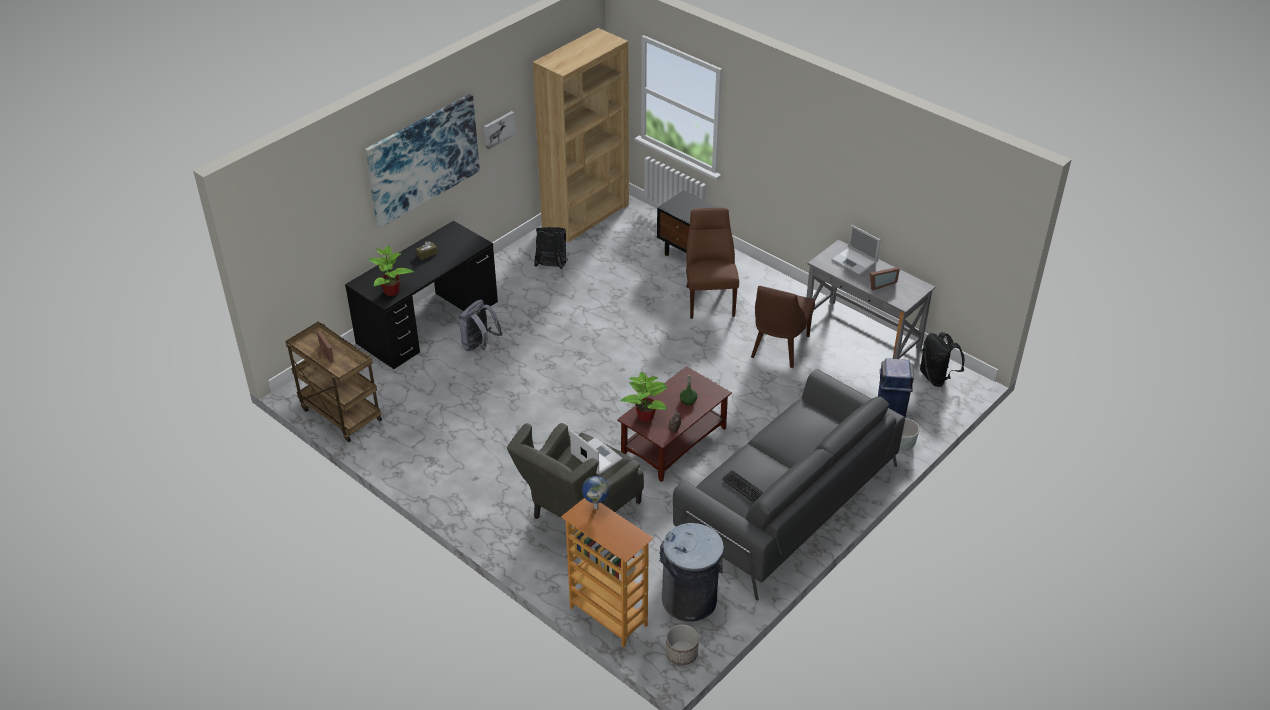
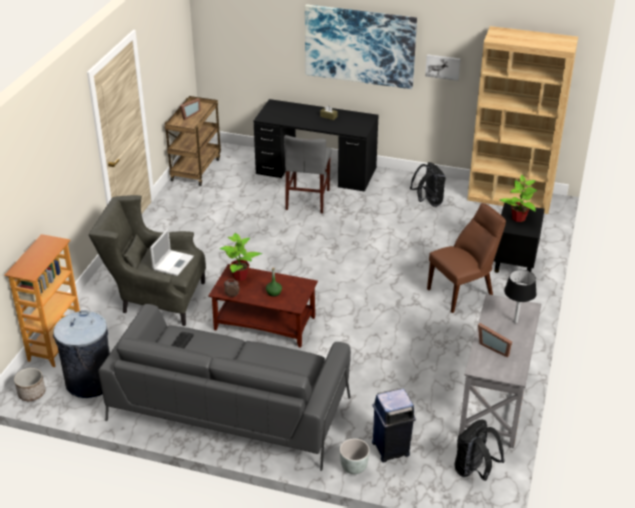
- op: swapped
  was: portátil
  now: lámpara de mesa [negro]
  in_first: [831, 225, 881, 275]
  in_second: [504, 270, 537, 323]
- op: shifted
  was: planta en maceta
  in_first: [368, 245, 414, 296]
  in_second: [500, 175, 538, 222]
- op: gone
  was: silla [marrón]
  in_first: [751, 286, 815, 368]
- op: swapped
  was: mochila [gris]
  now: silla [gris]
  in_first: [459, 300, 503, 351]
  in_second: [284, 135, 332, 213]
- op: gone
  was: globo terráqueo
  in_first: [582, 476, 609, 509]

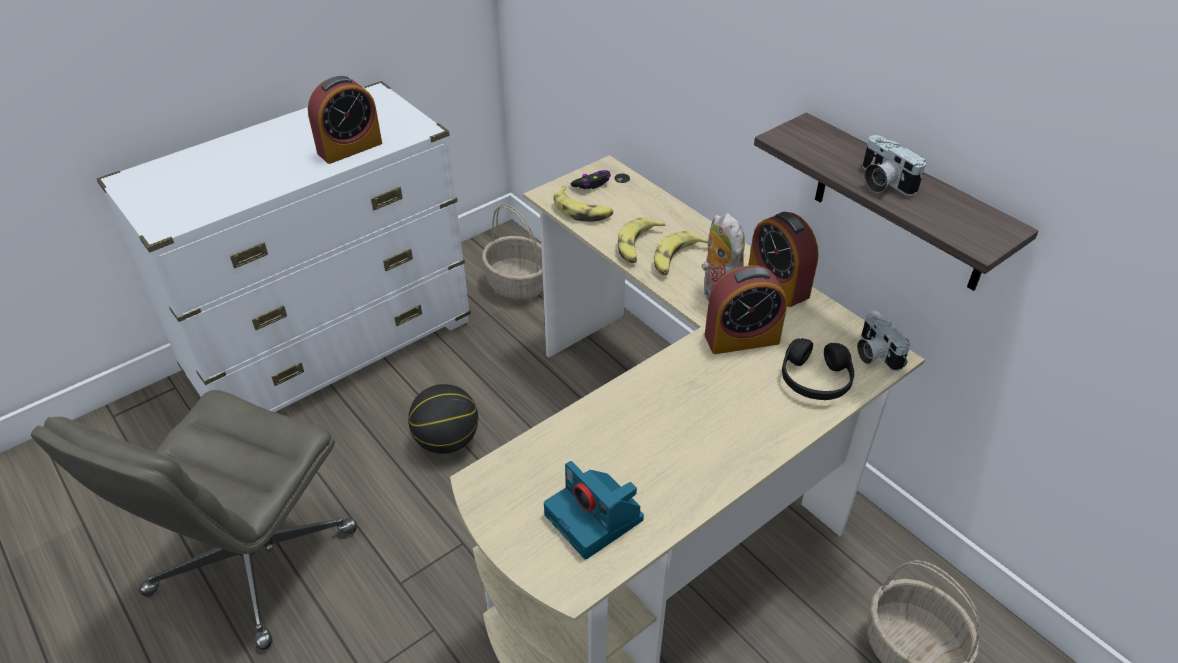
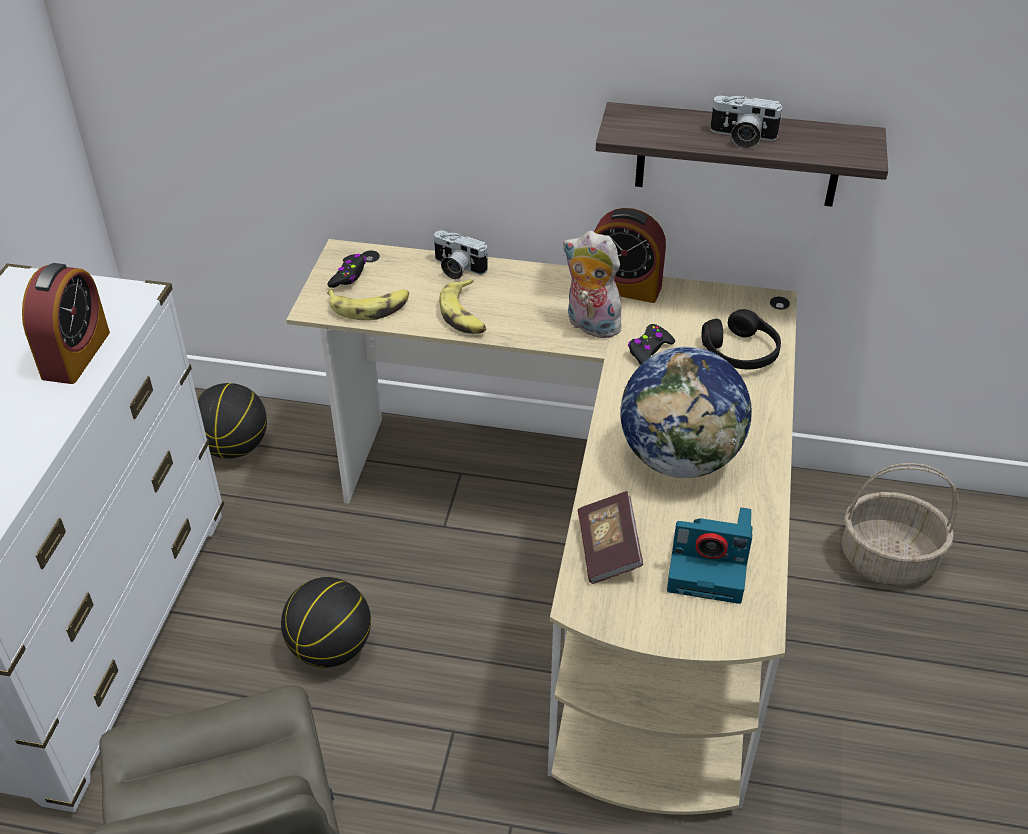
- op: swapped
  was: cesta
  now: balón de baloncesto
  in_first: [482, 204, 543, 300]
  in_second: [197, 383, 267, 459]
- op: gone
  was: plátano
  in_first: [654, 231, 708, 275]
- op: swapped
  was: despertador
  now: mando de consola [negro]
  in_first: [705, 265, 787, 354]
  in_second: [628, 324, 675, 365]
- op: shifted
  was: cámara
  in_first: [857, 311, 910, 371]
  in_second: [433, 230, 488, 280]
- op: new
  now: globo terráqueo
  in_second: [620, 347, 752, 478]
- op: new
  now: libro
  in_second: [578, 491, 643, 584]

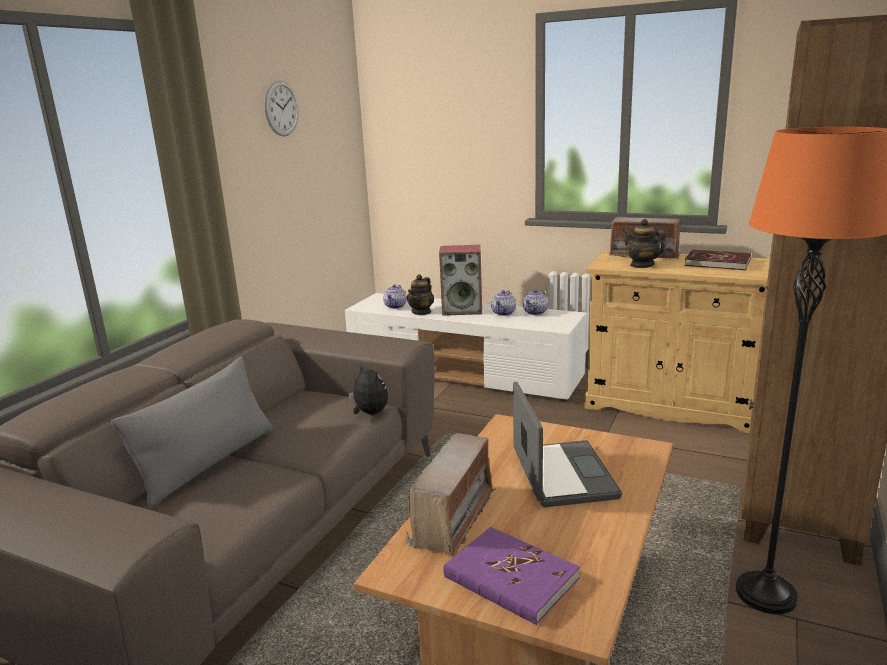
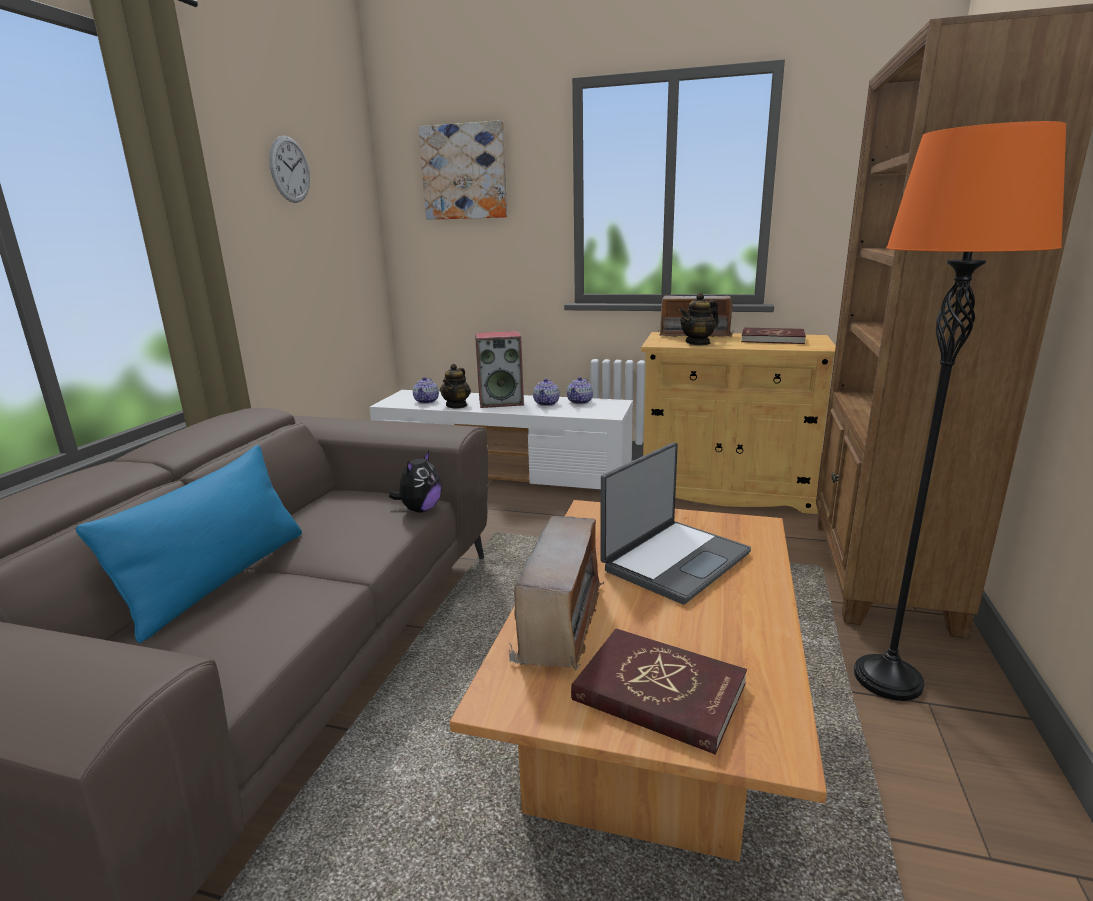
- op: rotated
  was: tetera
  in_first: [623, 219, 666, 268]
  in_second: [679, 293, 718, 345]
  clockwise: -75
- op: repainted
  was: cojín [gris]
  now: cojín [azul]
  in_first: [111, 357, 273, 508]
  in_second: [76, 445, 302, 643]
- op: rotated
  was: peluche
  in_first: [348, 364, 388, 415]
  in_second: [389, 450, 442, 513]
  clockwise: 75
- op: rotated
  was: portátil
  in_first: [513, 382, 622, 507]
  in_second: [600, 442, 751, 604]
  clockwise: 60
- op: repainted
  was: libro [morado]
  now: libro [rojo]
  in_first: [443, 527, 580, 625]
  in_second: [571, 628, 747, 755]
- op: new
  now: cuadro
  in_second: [418, 120, 507, 220]

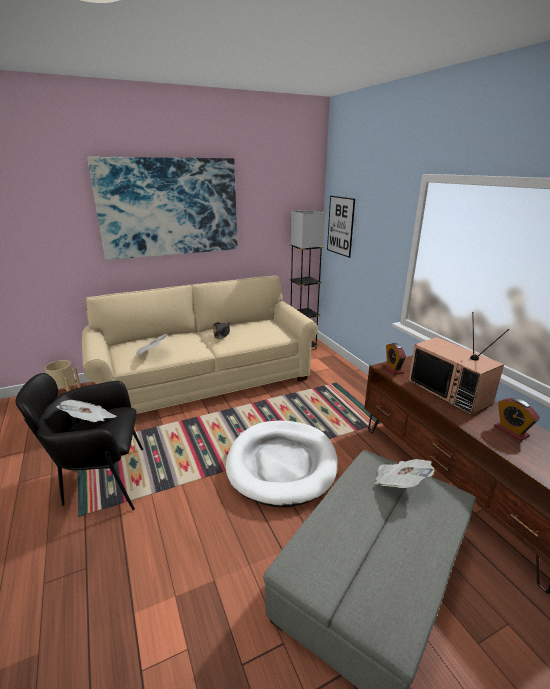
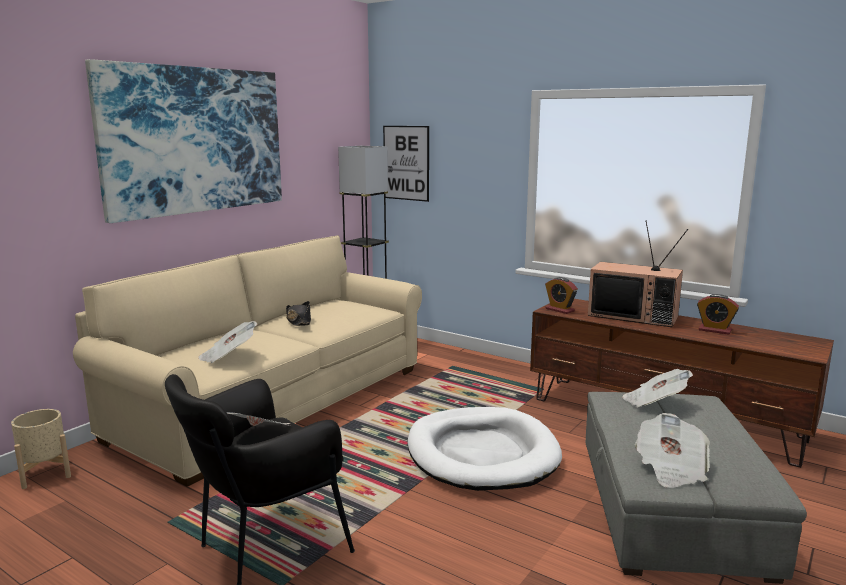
- op: new
  now: periódico
  in_second: [635, 413, 710, 488]

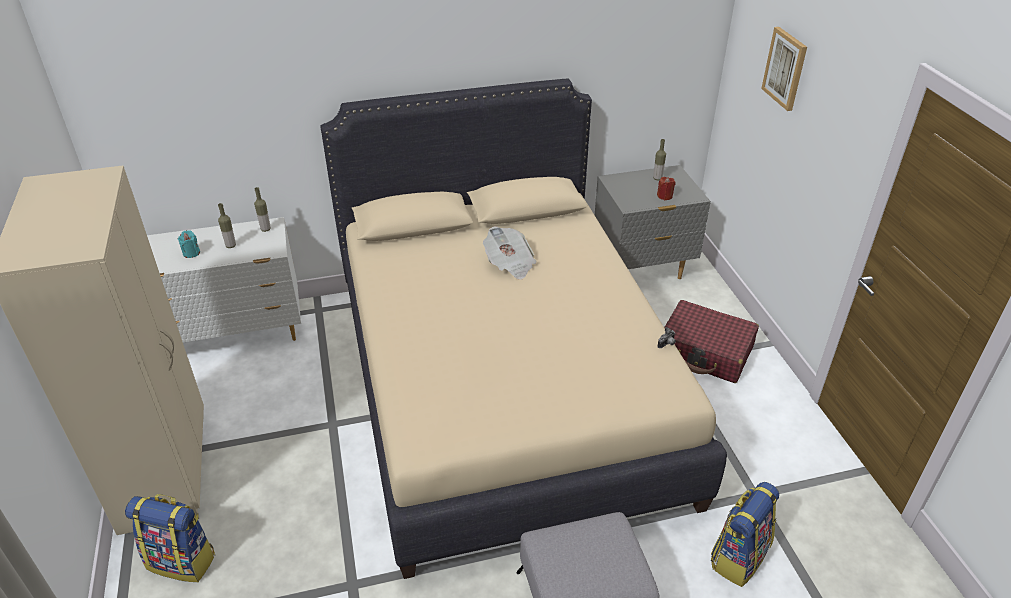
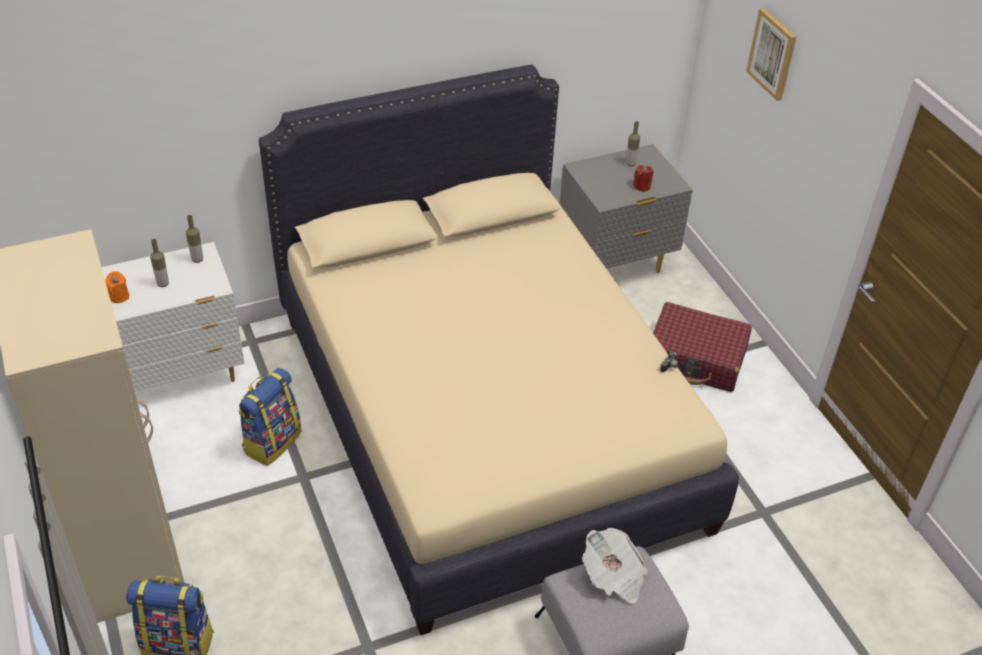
- op: shifted
  was: periódico
  in_first: [483, 226, 537, 279]
  in_second: [582, 528, 648, 604]
- op: repainted
  was: vela [turquesa]
  now: vela [naranja]
  in_first: [178, 230, 200, 258]
  in_second: [105, 271, 129, 303]
- op: shifted
  was: mochila
  in_first: [711, 482, 779, 587]
  in_second: [238, 368, 301, 466]

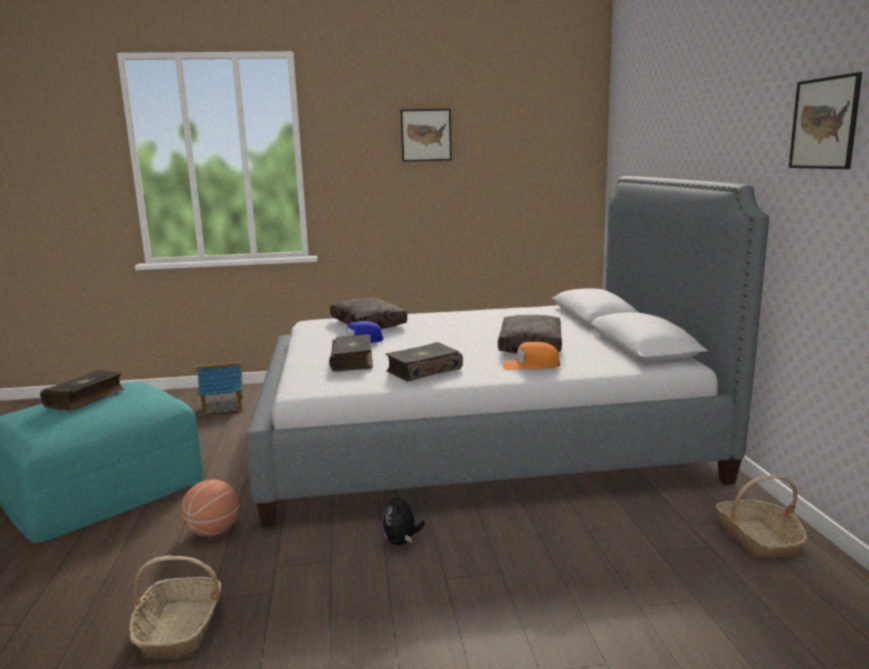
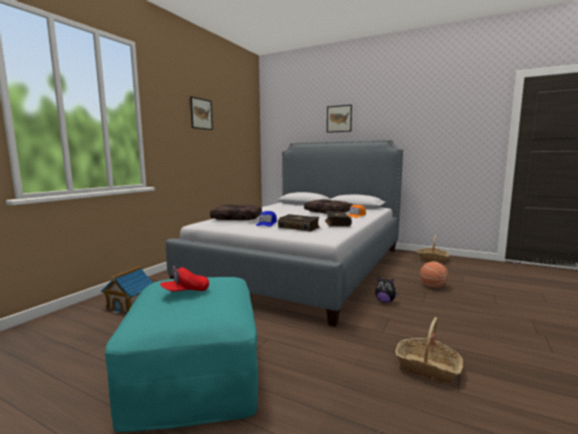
- op: shifted
  was: cuadro
  in_first: [789, 72, 862, 169]
  in_second: [327, 105, 352, 133]
- op: swapped
  was: libro
  now: gorra [rojo]
  in_first: [40, 370, 125, 411]
  in_second: [160, 266, 209, 291]
- op: shifted
  was: balón de baloncesto
  in_first: [181, 480, 239, 537]
  in_second: [420, 262, 448, 288]

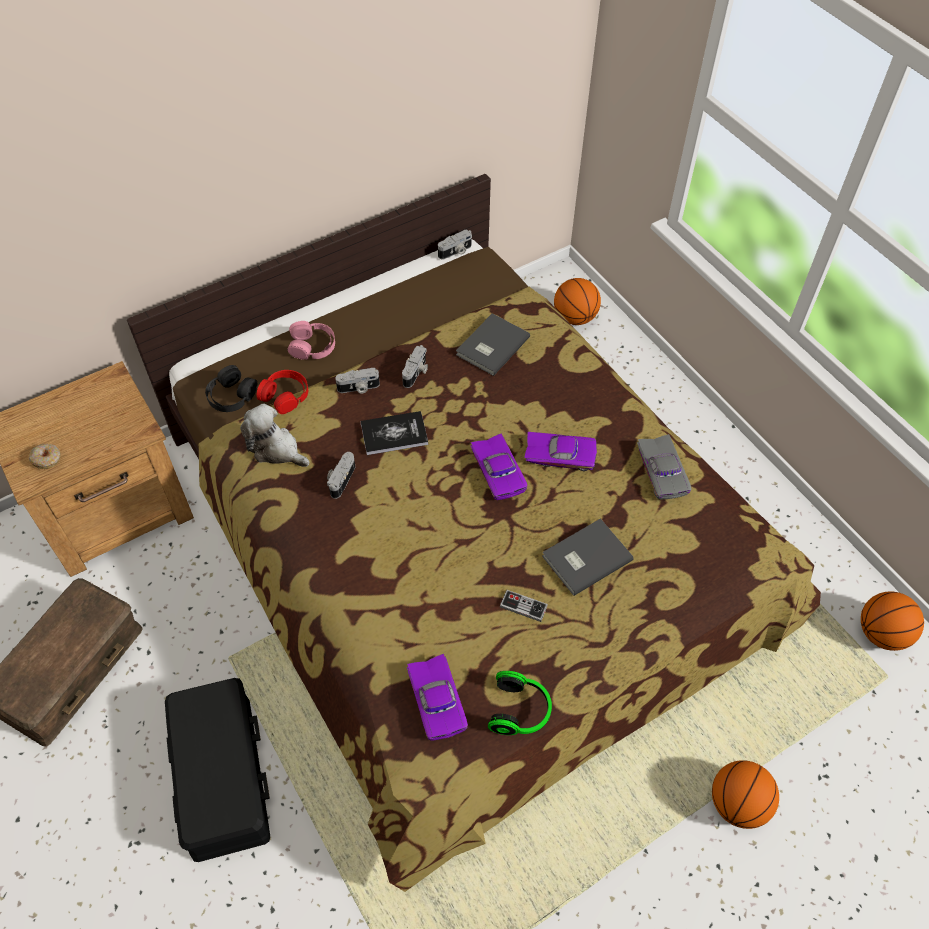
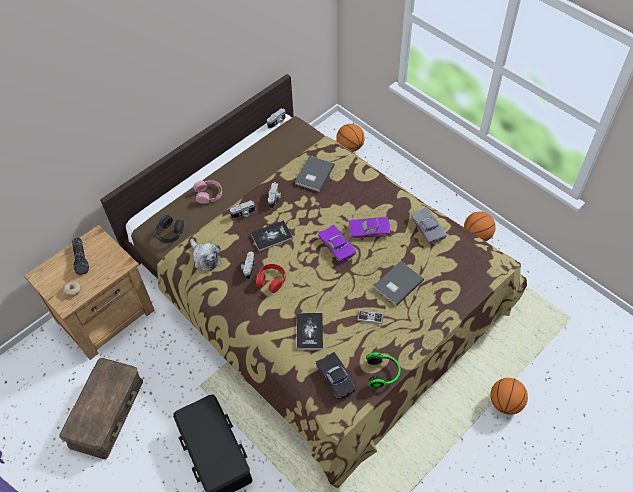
- op: shifted
  was: auriculares [rojo]
  in_first: [257, 370, 308, 414]
  in_second: [256, 264, 286, 293]
- op: rotated
  was: peluche
  in_first: [240, 404, 310, 467]
  in_second: [190, 239, 221, 271]
  clockwise: -150
- op: shifted
  was: balón de baloncesto
  in_first: [861, 592, 924, 651]
  in_second: [464, 212, 496, 242]
- op: repainted
  was: coche de juguete [morado]
  now: coche de juguete [negro]
  in_first: [407, 654, 468, 741]
  in_second: [316, 352, 357, 399]
- op: new
  now: linterna
  in_second: [72, 238, 89, 275]
- op: new
  now: libro
  in_second: [297, 313, 323, 350]

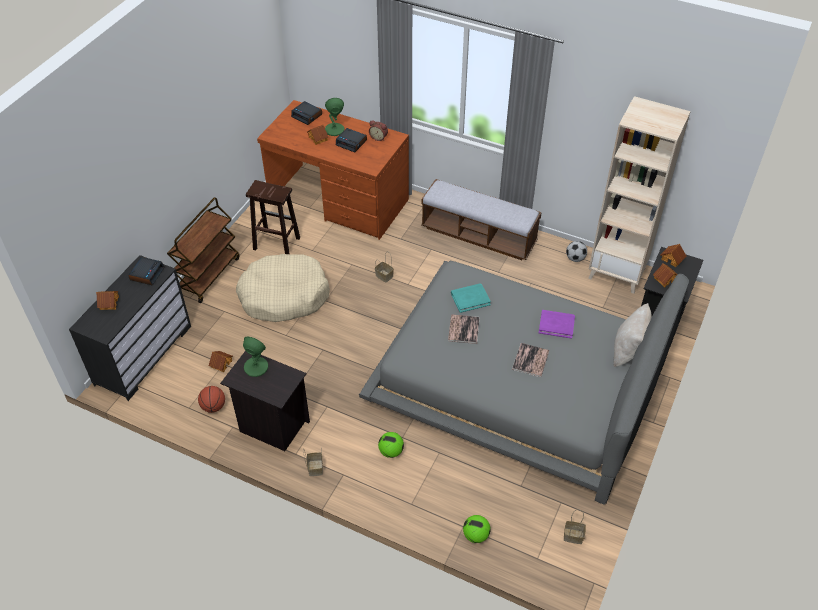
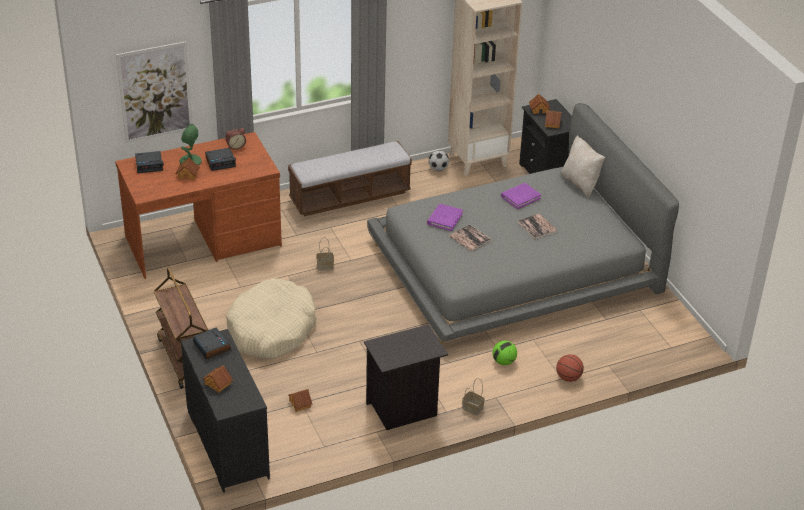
- op: gone
  was: taburete [marrón]
  in_first: [246, 180, 300, 254]
- op: repainted
  was: libro [turquesa]
  now: libro [morado]
  in_first: [451, 284, 491, 313]
  in_second: [427, 204, 463, 231]
- op: gone
  was: lámpara de mesa [verde]
  in_first: [243, 337, 268, 377]
- op: shifted
  was: balón de baloncesto
  in_first: [198, 386, 225, 413]
  in_second: [556, 354, 584, 382]
- op: gone
  was: cesta
  in_first: [564, 509, 586, 544]
- op: gone
  was: balón de fútbol
  in_first: [463, 515, 490, 543]
- op: new
  now: cuadro
  in_second: [116, 41, 193, 143]

